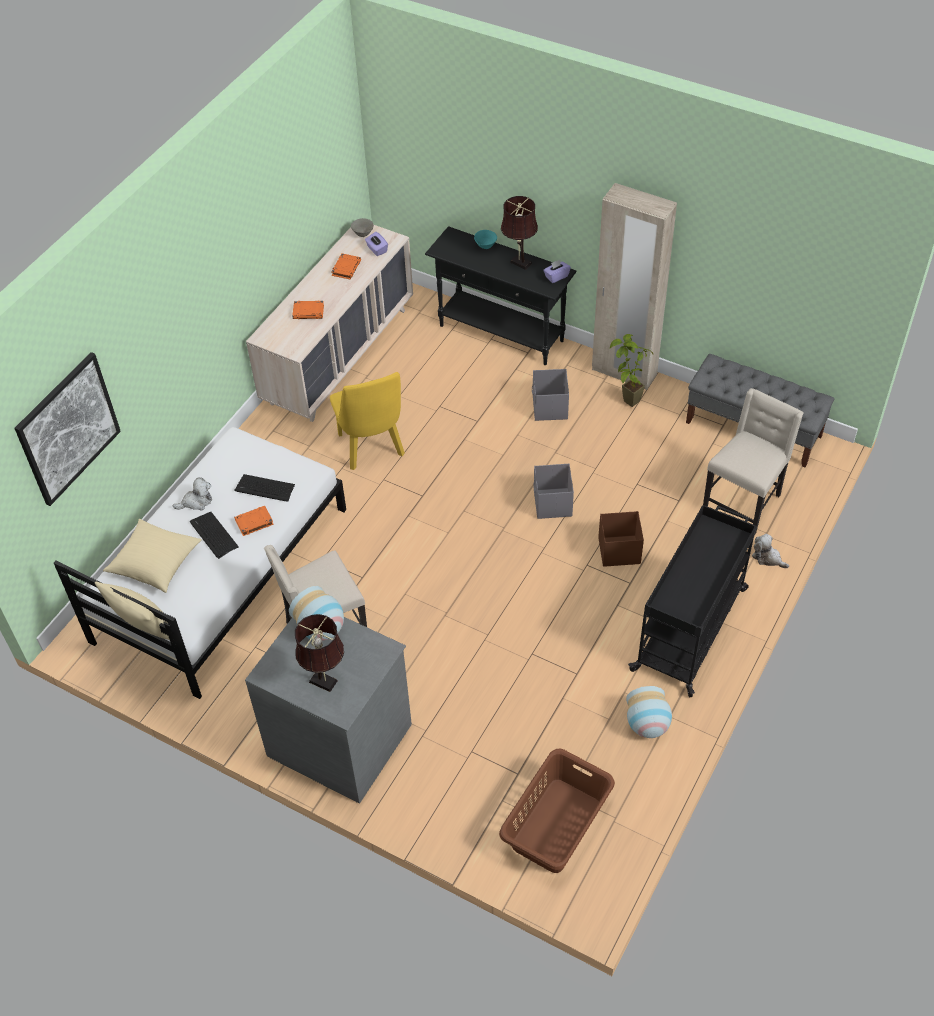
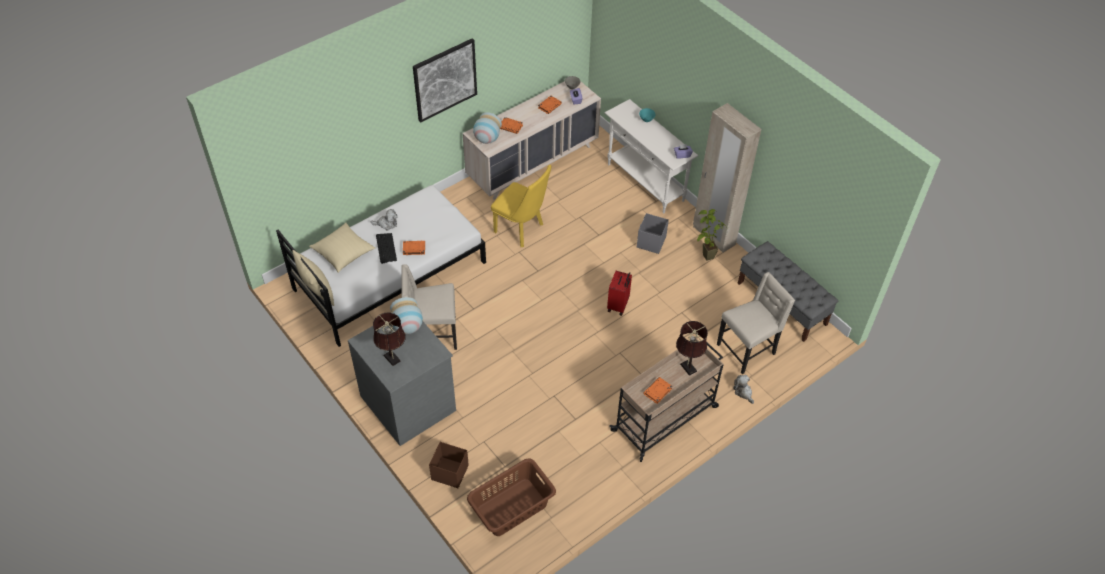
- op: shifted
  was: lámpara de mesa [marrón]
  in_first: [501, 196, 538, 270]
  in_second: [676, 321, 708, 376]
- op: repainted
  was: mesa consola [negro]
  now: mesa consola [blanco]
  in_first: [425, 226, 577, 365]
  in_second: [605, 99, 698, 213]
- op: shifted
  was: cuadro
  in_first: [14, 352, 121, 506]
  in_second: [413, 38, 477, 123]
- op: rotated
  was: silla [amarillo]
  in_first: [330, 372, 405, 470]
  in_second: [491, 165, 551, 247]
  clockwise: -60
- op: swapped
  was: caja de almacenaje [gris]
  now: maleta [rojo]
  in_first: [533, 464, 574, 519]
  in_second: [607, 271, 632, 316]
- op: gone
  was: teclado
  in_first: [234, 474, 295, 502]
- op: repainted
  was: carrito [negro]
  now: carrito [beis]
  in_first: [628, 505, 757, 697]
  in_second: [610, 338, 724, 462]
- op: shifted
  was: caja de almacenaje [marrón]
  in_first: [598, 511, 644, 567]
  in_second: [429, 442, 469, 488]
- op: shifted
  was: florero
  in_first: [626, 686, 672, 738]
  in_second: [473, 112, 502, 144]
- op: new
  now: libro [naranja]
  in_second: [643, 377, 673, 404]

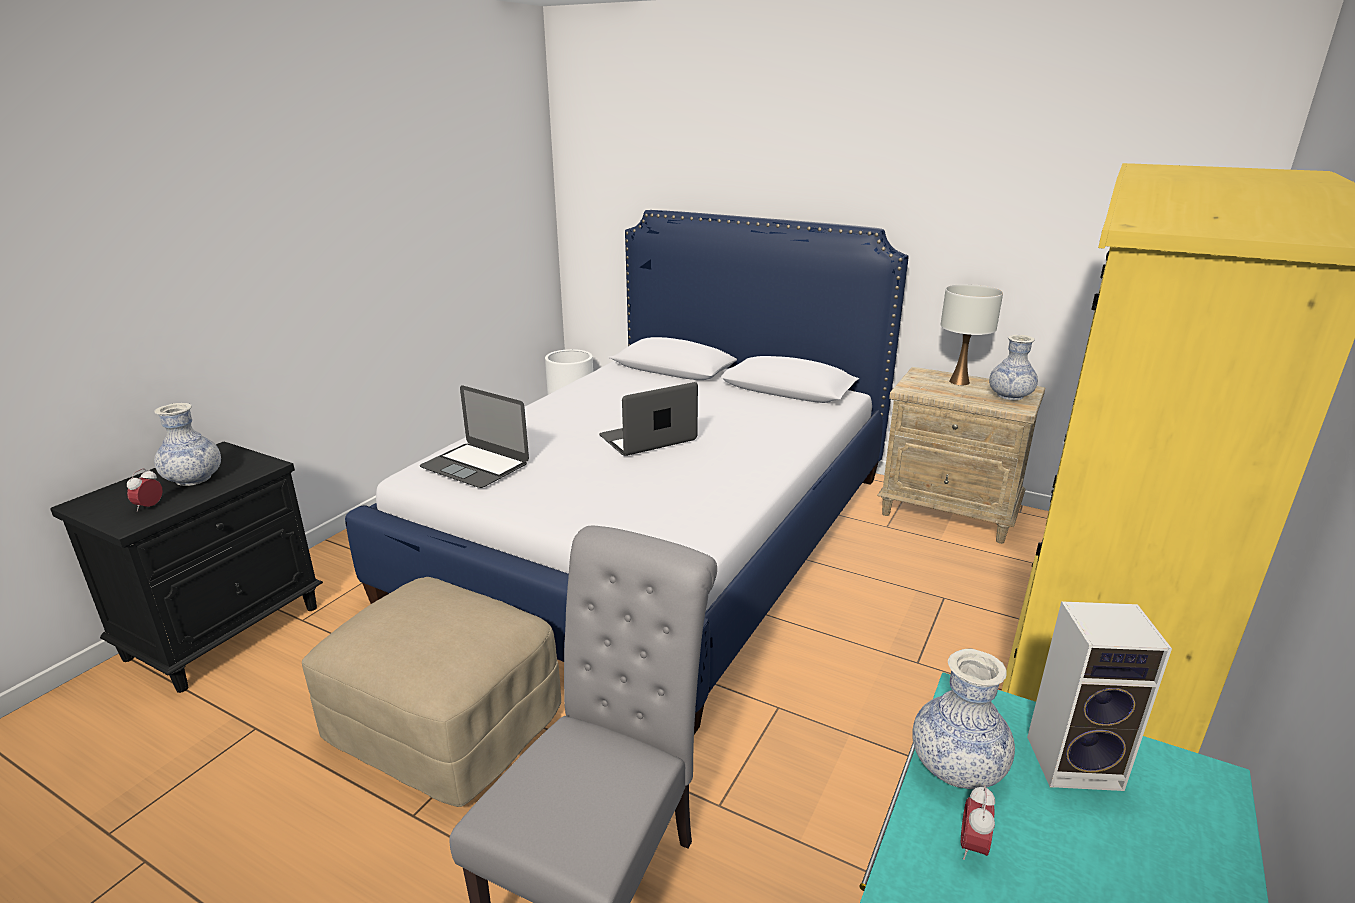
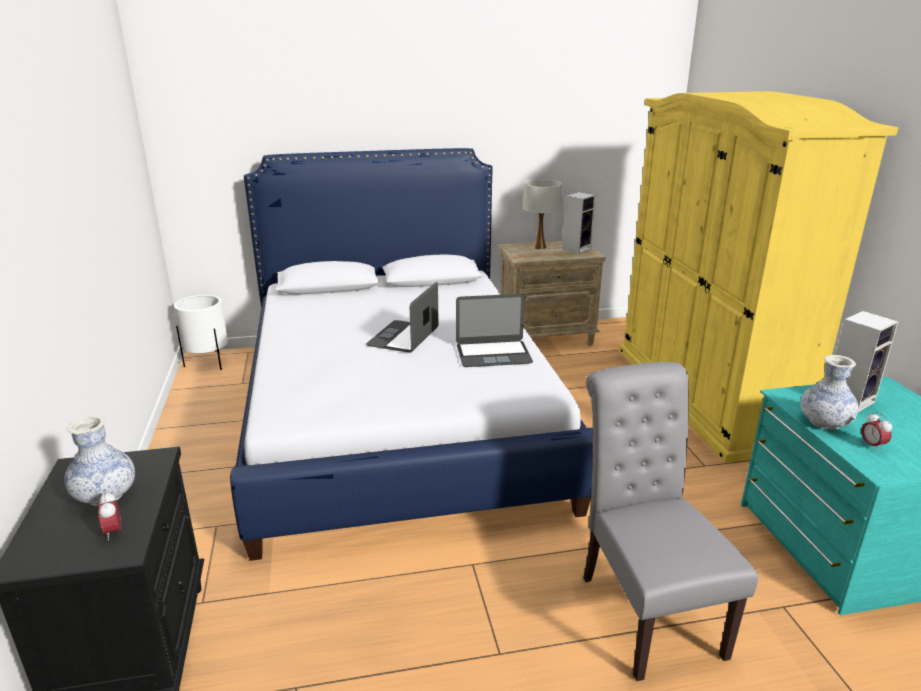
- op: swapped
  was: florero
  now: altavoz
  in_first: [989, 335, 1038, 400]
  in_second: [562, 192, 596, 254]
- op: shifted
  was: portátil
  in_first: [420, 385, 529, 488]
  in_second: [456, 294, 533, 367]
- op: gone
  was: puf [beis]
  in_first: [302, 577, 561, 807]

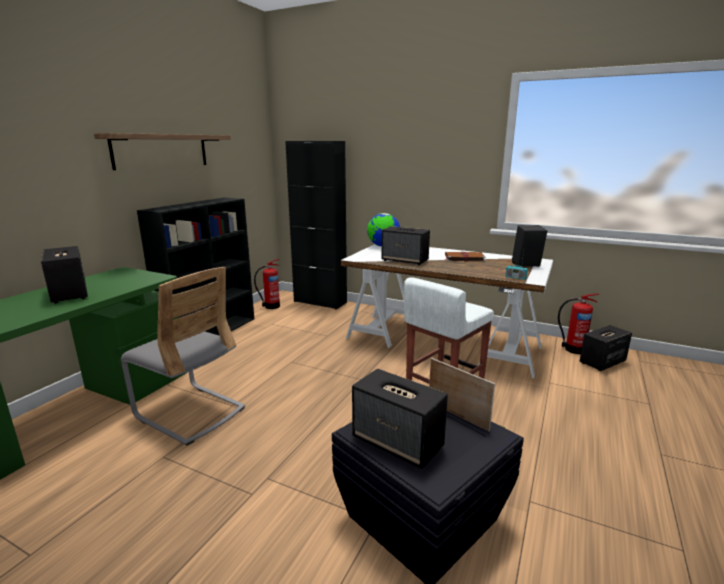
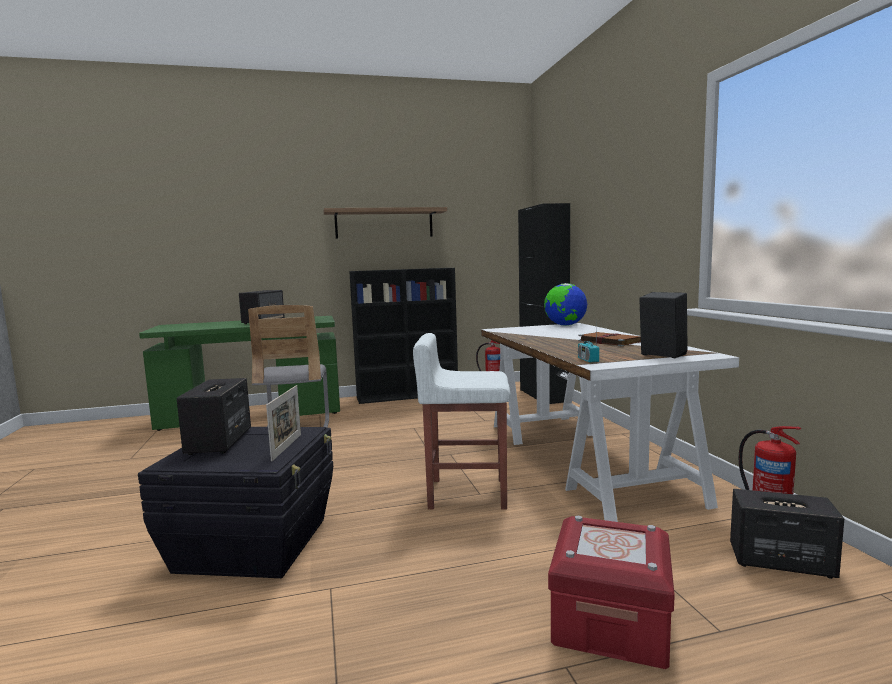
- op: gone
  was: altavoz
  in_first: [381, 226, 430, 265]
- op: new
  now: caja de almacenaje [rojo]
  in_second: [548, 516, 675, 669]

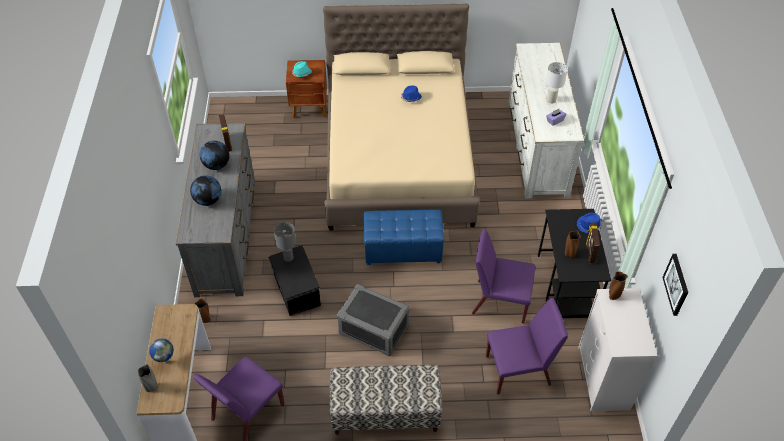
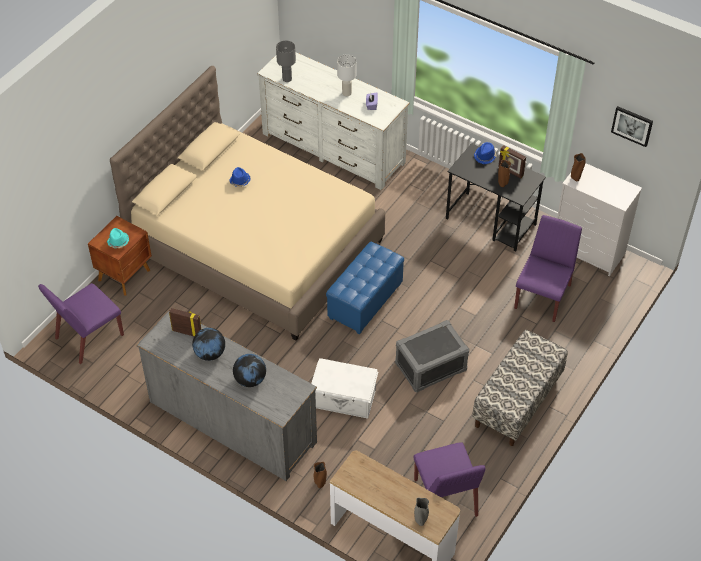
- op: shifted
  was: lámpara de mesa [gris]
  in_first: [274, 222, 296, 262]
  in_second: [276, 40, 296, 82]
- op: shifted
  was: silla [morado]
  in_first: [472, 229, 535, 323]
  in_second: [38, 283, 124, 364]
- op: repainted
  was: caja de almacenaje [negro]
  now: caja de almacenaje [blanco]
  in_first: [268, 245, 321, 316]
  in_second: [311, 358, 378, 419]
- op: gone
  was: globo terráqueo
  in_first: [149, 339, 174, 364]

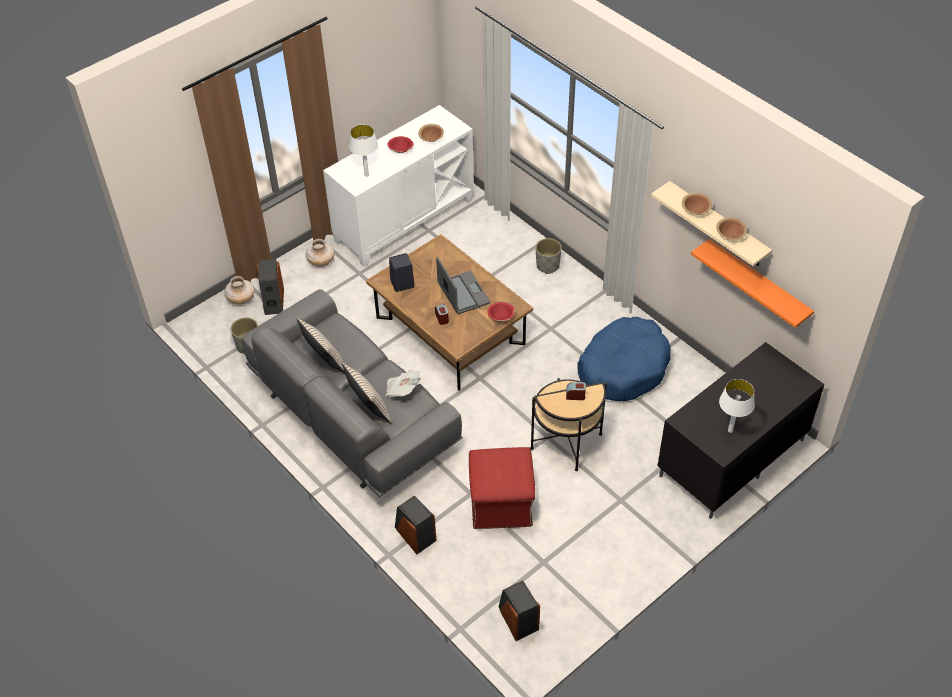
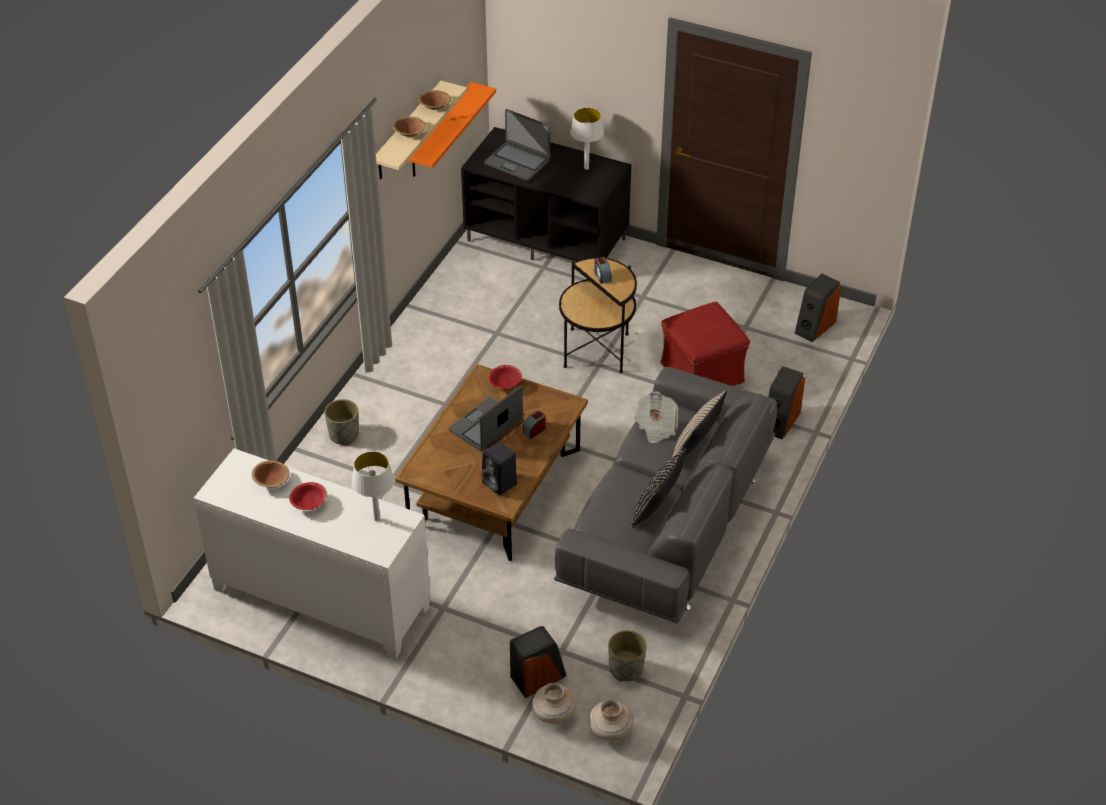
- op: shifted
  was: florero [beis]
  in_first: [306, 239, 335, 267]
  in_second: [589, 699, 633, 741]
- op: gone
  was: cama para perro [azul]
  in_first: [577, 317, 671, 401]
- op: repainted
  was: cojín [beis]
  now: cojín [negro]
  in_first: [296, 318, 345, 374]
  in_second: [631, 449, 687, 528]
- op: new
  now: portátil
  in_second: [484, 109, 550, 181]

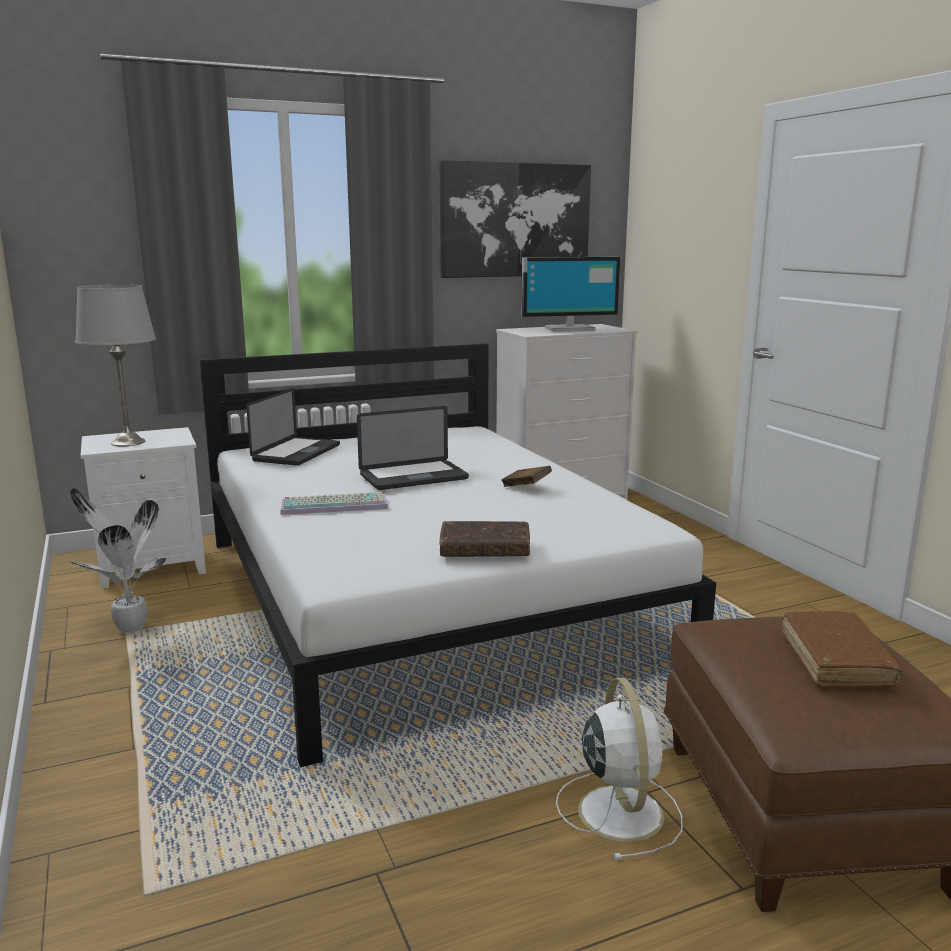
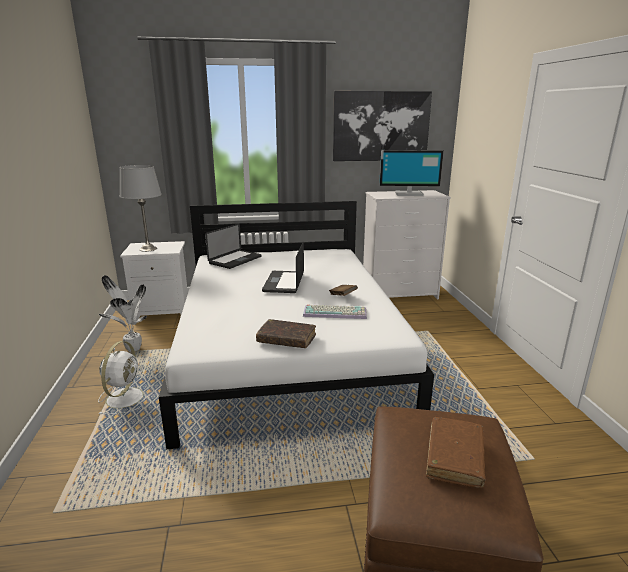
- op: rotated
  was: portátil
  in_first: [357, 406, 469, 490]
  in_second: [262, 242, 304, 293]
  clockwise: 105
- op: shifted
  was: teclado
  in_first: [280, 492, 388, 515]
  in_second: [303, 305, 367, 319]
- op: shifted
  was: ventilador [blanco]
  in_first: [556, 678, 683, 860]
  in_second: [98, 341, 143, 414]

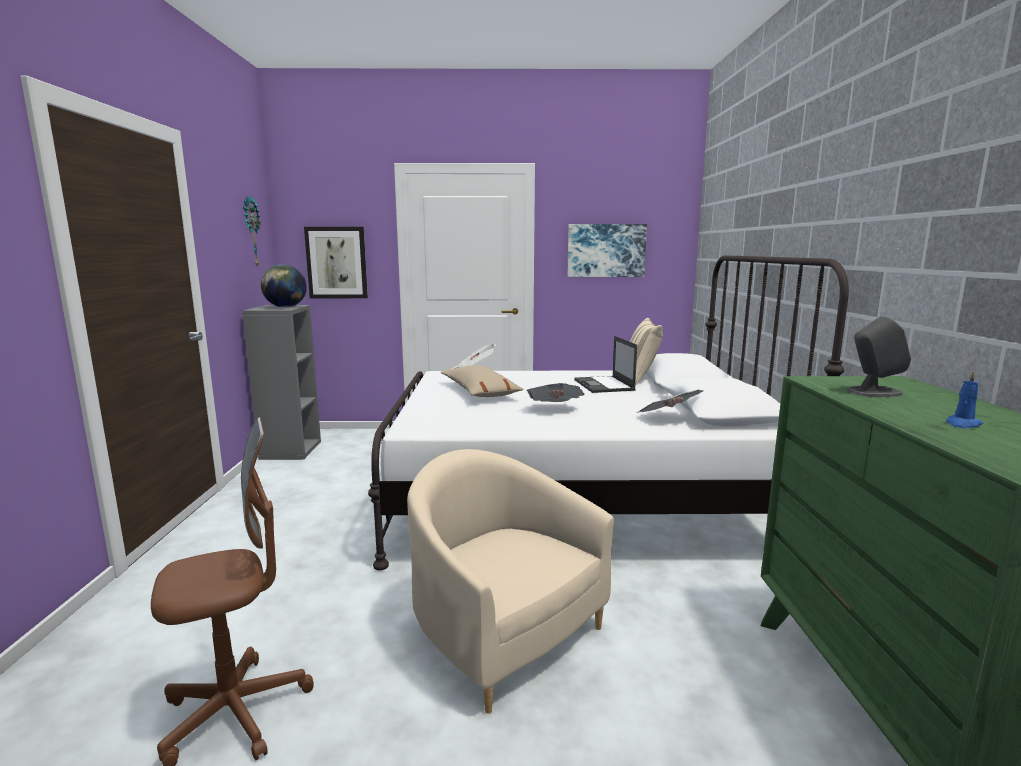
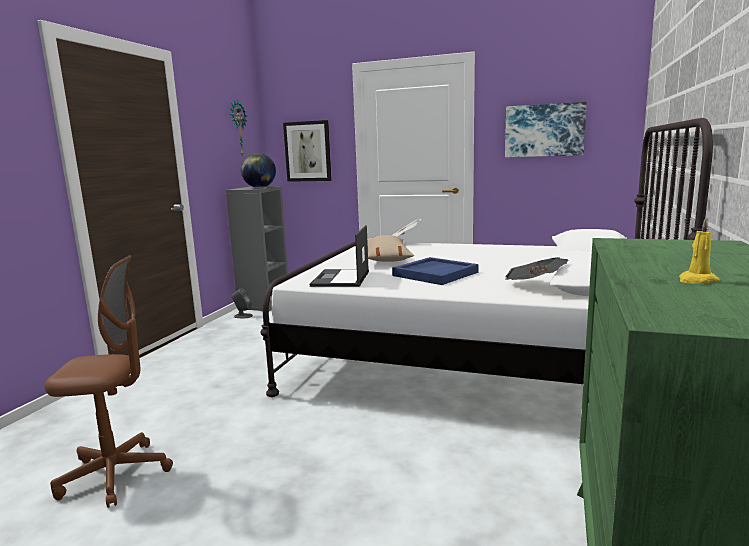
- op: shifted
  was: altavoz [gris]
  in_first: [846, 316, 911, 397]
  in_second: [231, 288, 253, 318]
- op: gone
  was: cojín [beis]
  in_first: [630, 318, 663, 386]
- op: shifted
  was: portátil
  in_first: [574, 336, 637, 393]
  in_second: [310, 225, 369, 287]
- op: repainted
  was: vela [azul]
  now: vela [amarillo]
  in_first: [946, 370, 983, 428]
  in_second: [679, 219, 720, 284]
- op: swapped
  was: periódico
  now: bandeja [azul]
  in_first: [527, 383, 584, 402]
  in_second: [392, 257, 478, 285]
- op: gone
  was: sillón [beis]
  in_first: [407, 449, 614, 714]

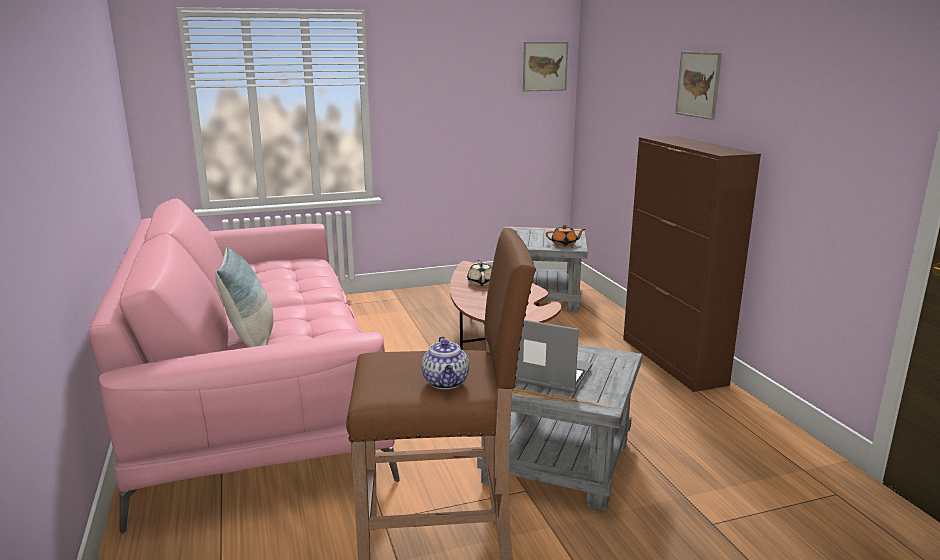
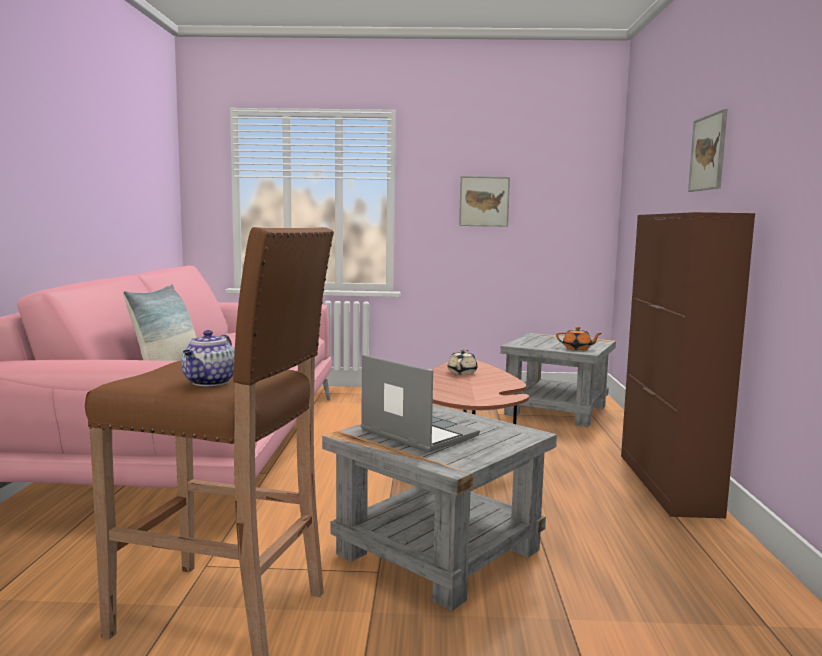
- op: shifted
  was: cuadro
  in_first: [523, 42, 568, 92]
  in_second: [459, 176, 510, 227]

